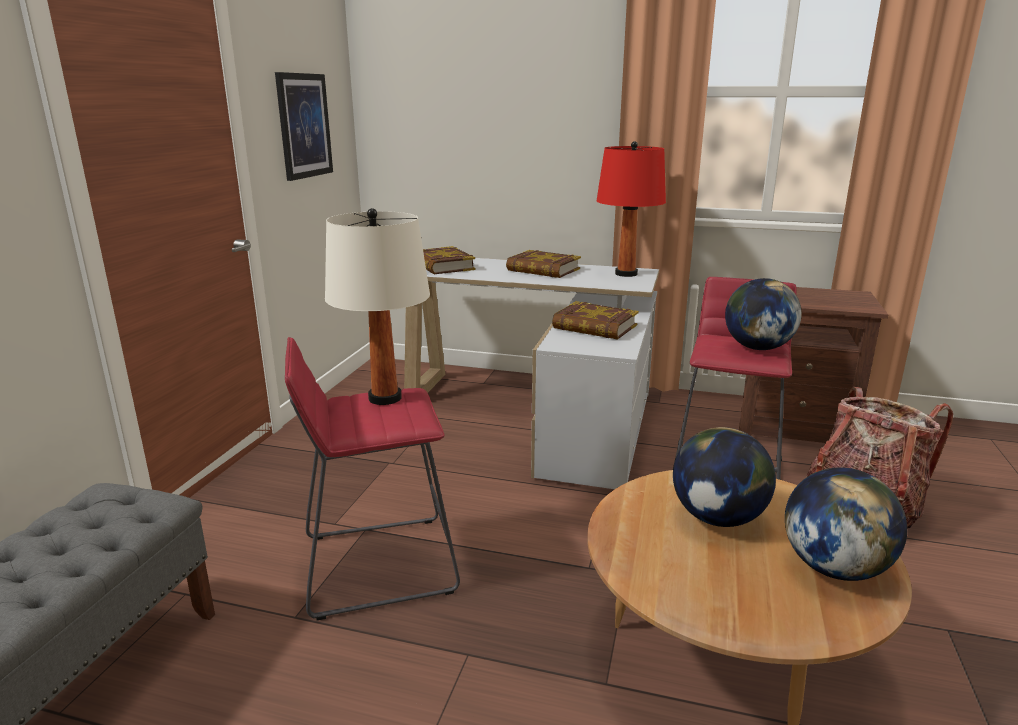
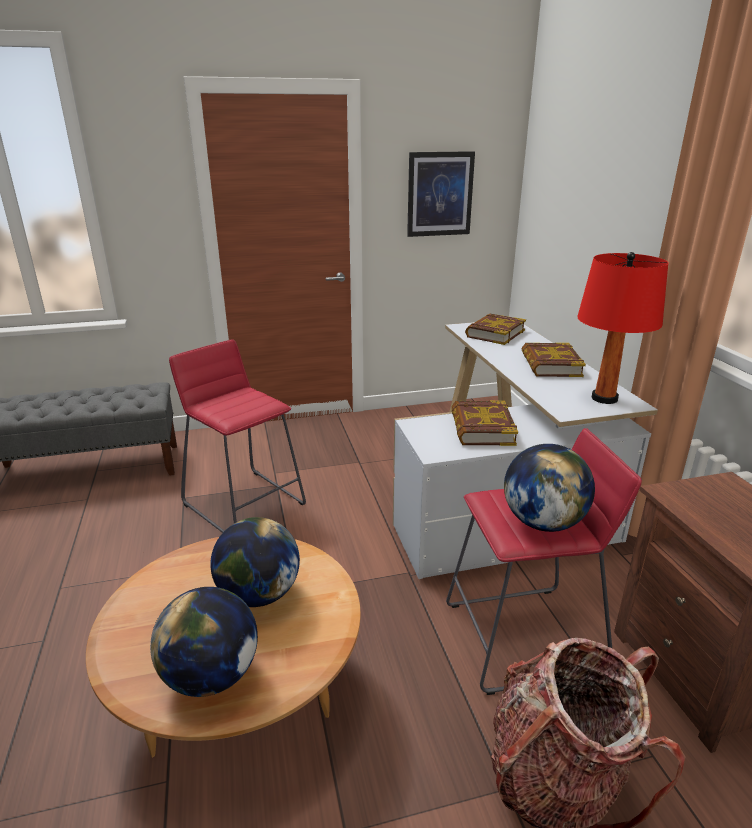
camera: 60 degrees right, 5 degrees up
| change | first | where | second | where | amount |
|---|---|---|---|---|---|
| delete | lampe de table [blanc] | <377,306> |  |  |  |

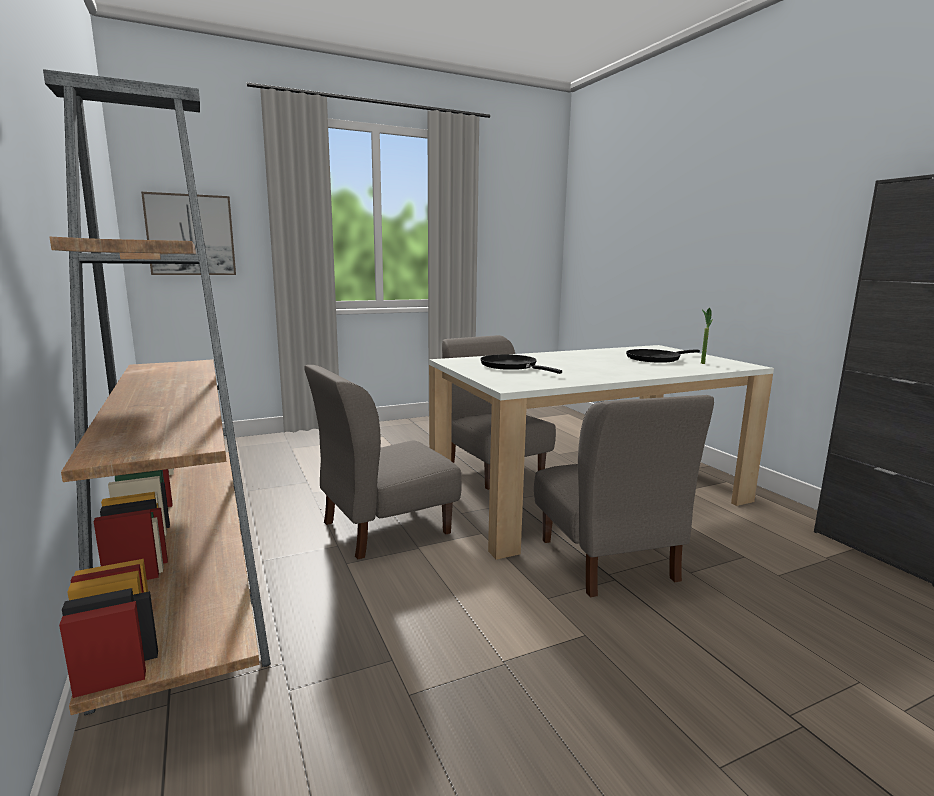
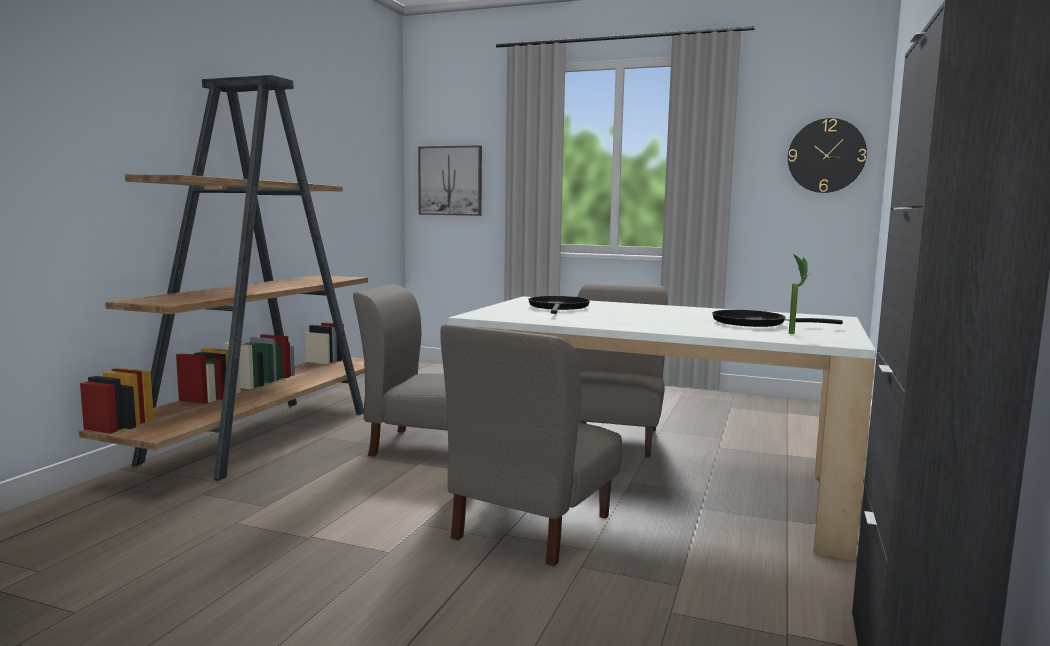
camera: 45 degrees right, 5 degrees down
| change | first | where | second | where | amount |
|---|---|---|---|---|---|
| insert |  |  | horloge murale | <827,155> |  |

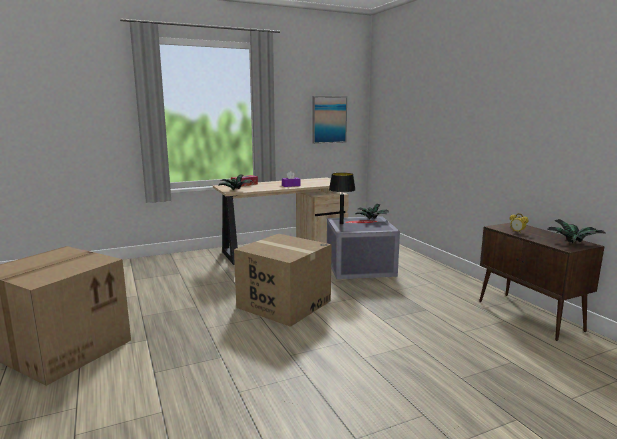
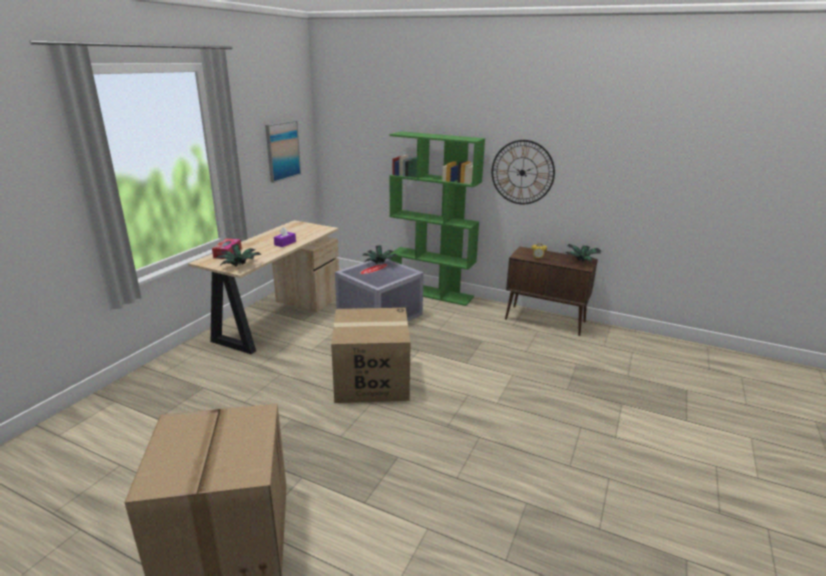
camera: 40 degrees left, 10 degrees up
| change | first | where | second | where | amount |
|---|---|---|---|---|---|
| insert |  |  | bibliothèque [vert] | <437,218> |  |
| insert |  |  | horloge murale | <523,172> |  |
| delete | lampe de table [noir] | <342,198> |  |  |  |

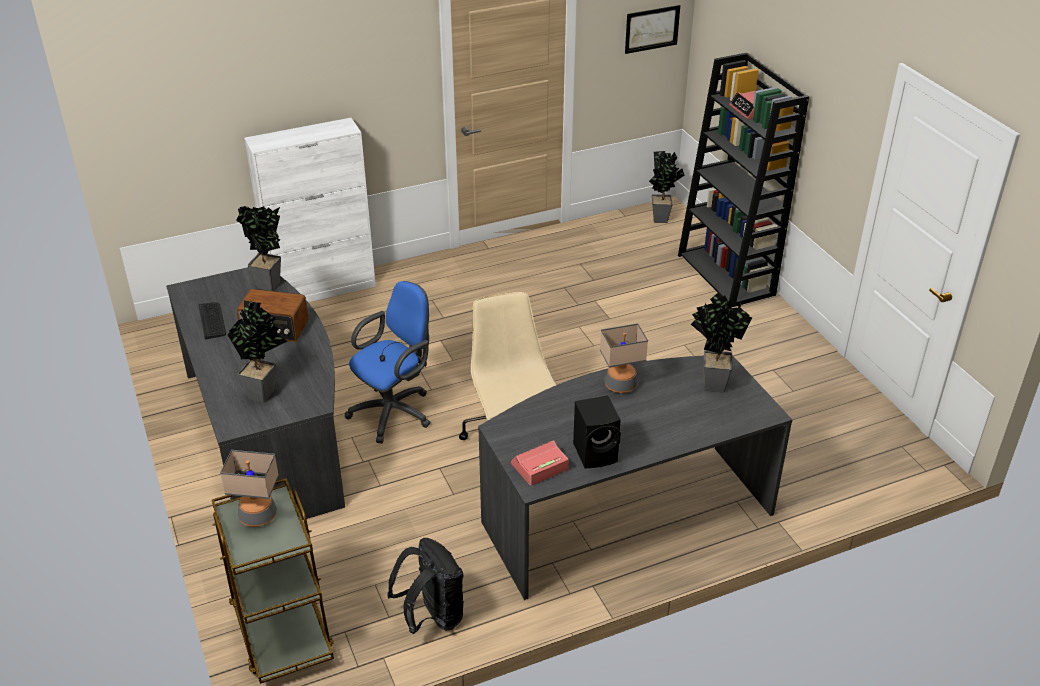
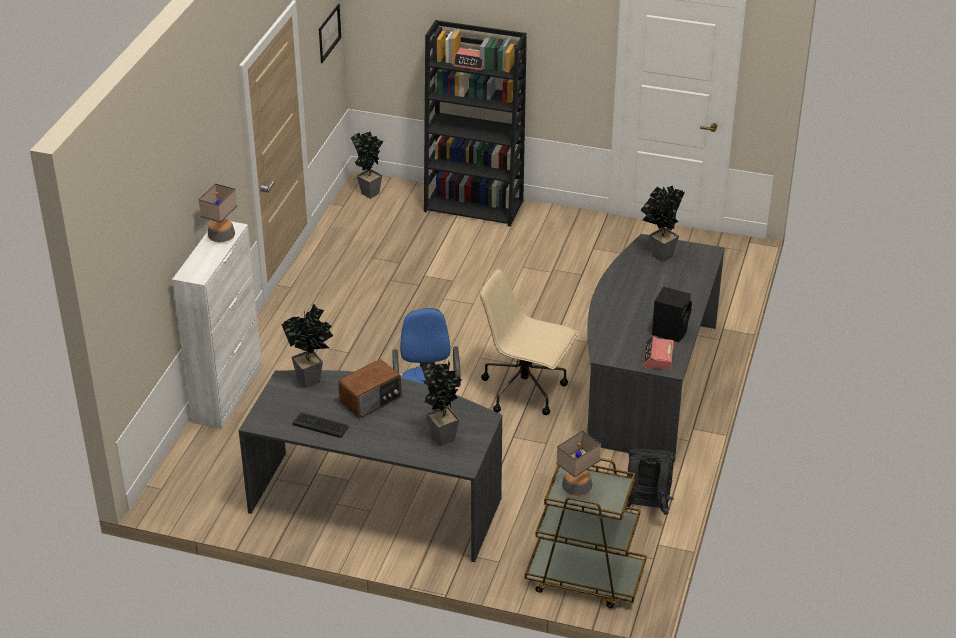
camera: 50 degrees left, 0 degrees up
| change | first | where | second | where | amount |
|---|---|---|---|---|---|
| move | lampe de table | <624,358> |  | <217,213> |  |

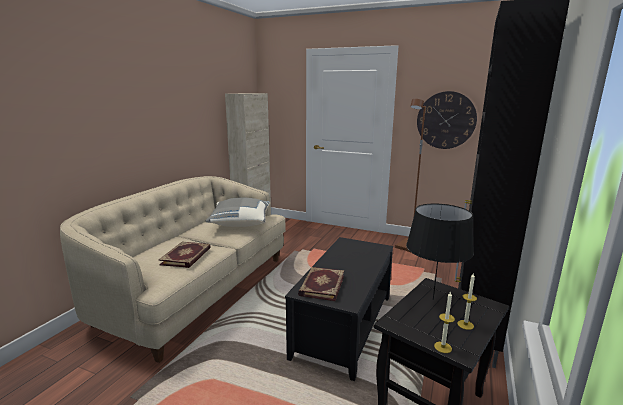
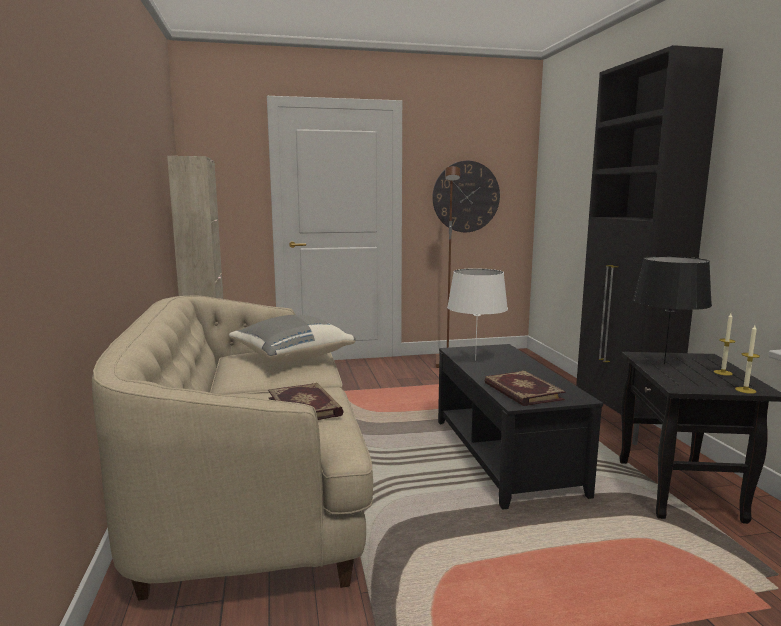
camera: 35 degrees left, 5 degrees down
| change | first | where | second | where | amount |
|---|---|---|---|---|---|
| insert |  |  | lampe de table [blanc] | <477,314> |  |

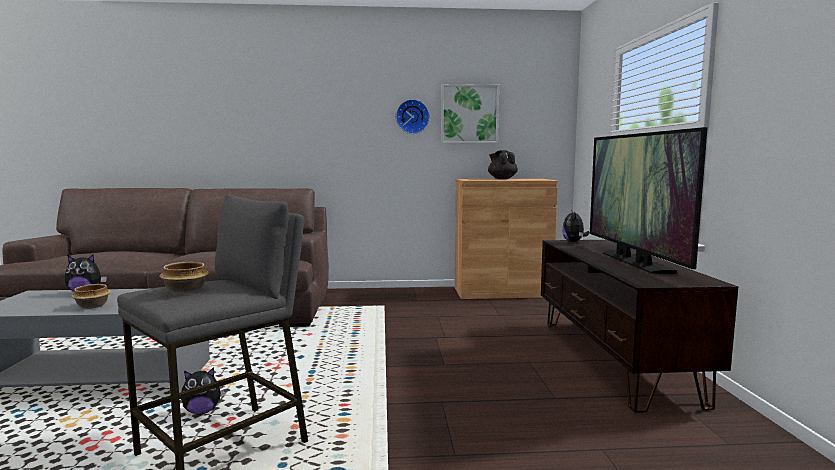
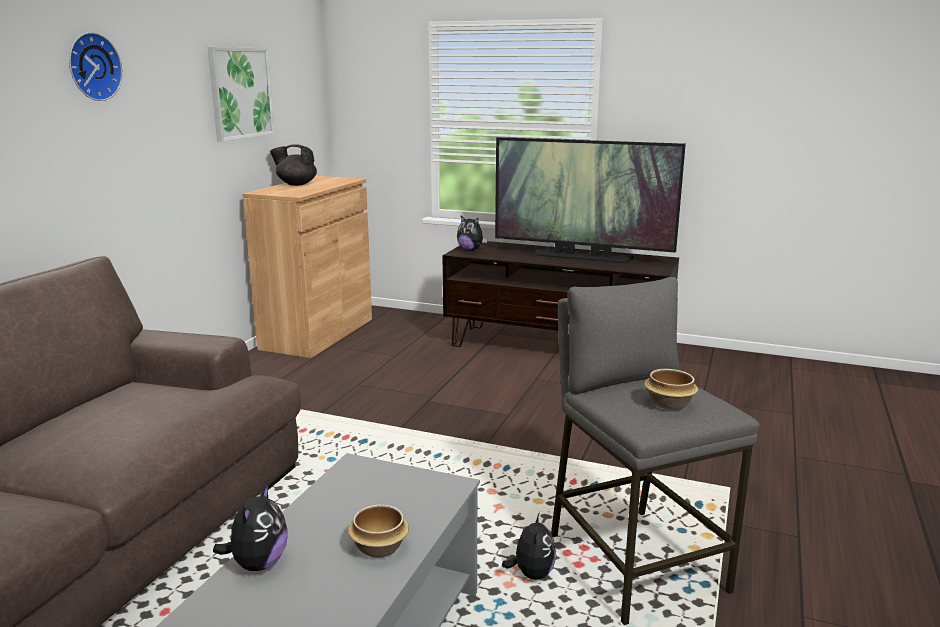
camera: 65 degrees left, 10 degrees up
| change | first | where | second | where | amount |
|---|---|---|---|---|---|
| move | horloge murale | <413,116> |  | <96,66> |  |

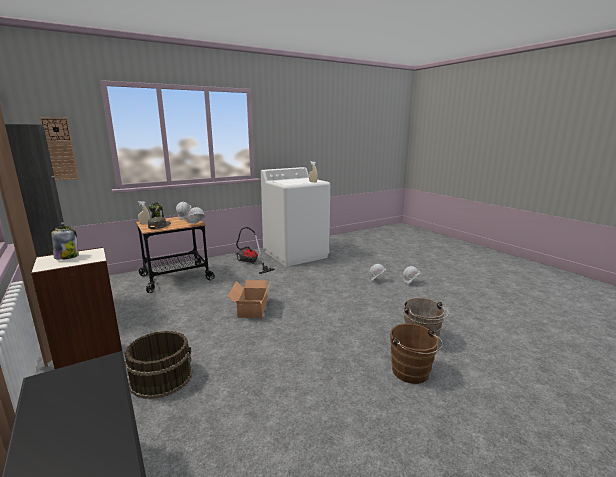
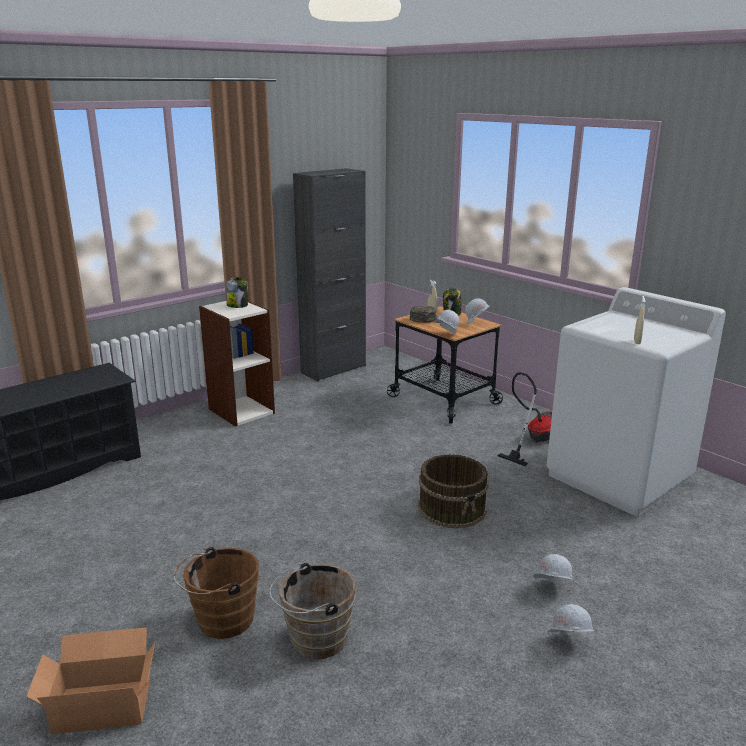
camera: 80 degrees right, 5 degrees up
| change | first | where | second | where | amount |
|---|---|---|---|---|---|
| move | carton | <249,299> |  | <90,681> |  |
| move | seau [marron] | <158,365> |  | <453,491> |  |
| delete | horloge murale | <59,149> |  |  |  |

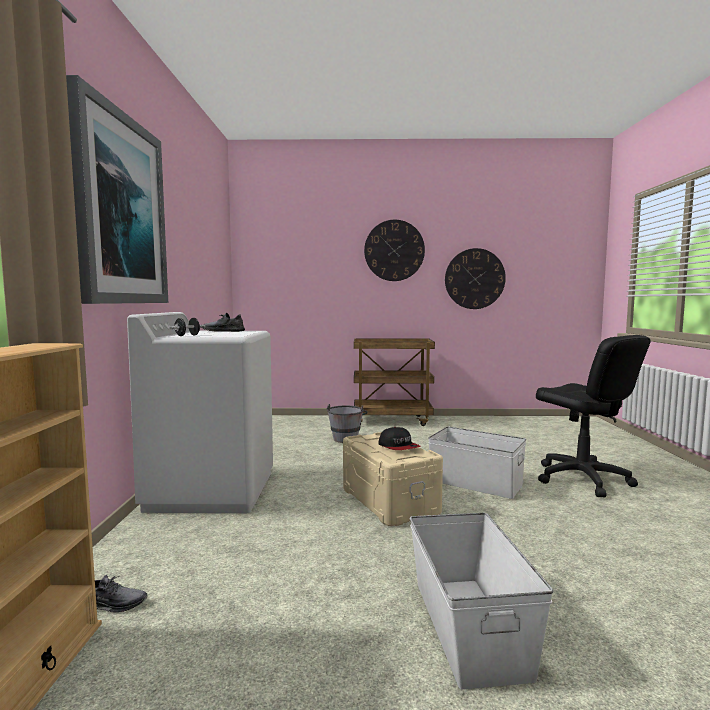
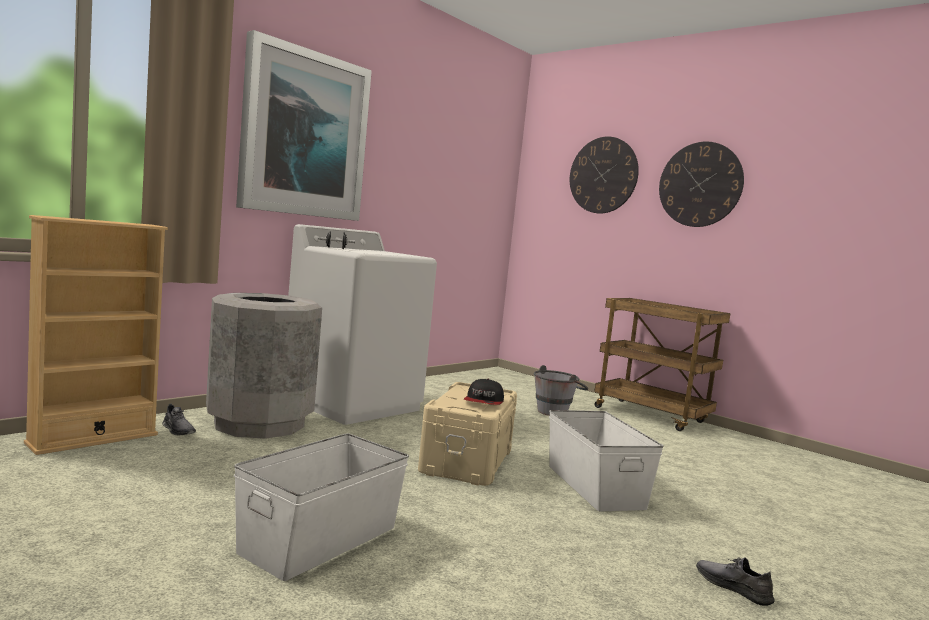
camera: 40 degrees right, 0 degrees up
| change | first | where | second | where | amount |
|---|---|---|---|---|---|
| insert |  |  | poubelle [gris] | <264,366> |  |
| move | horloge murale | <475,278> |  | <604,175> |  |
| move | chaussure [gris] | <224,322> |  | <735,581> |  |
| delete | chaise de bureau [noir] | <593,416> |  |  |  |

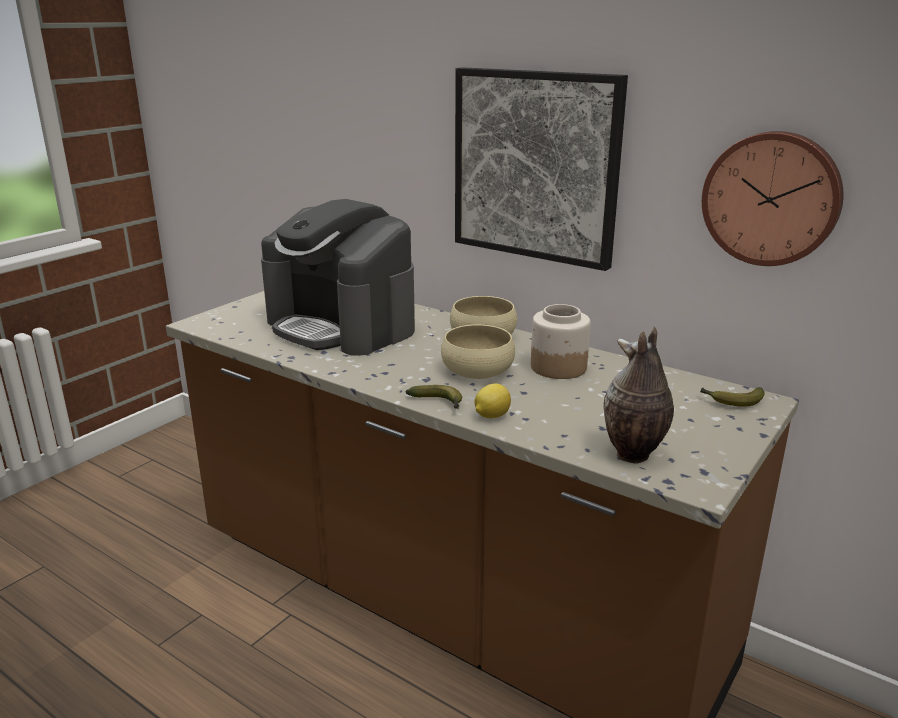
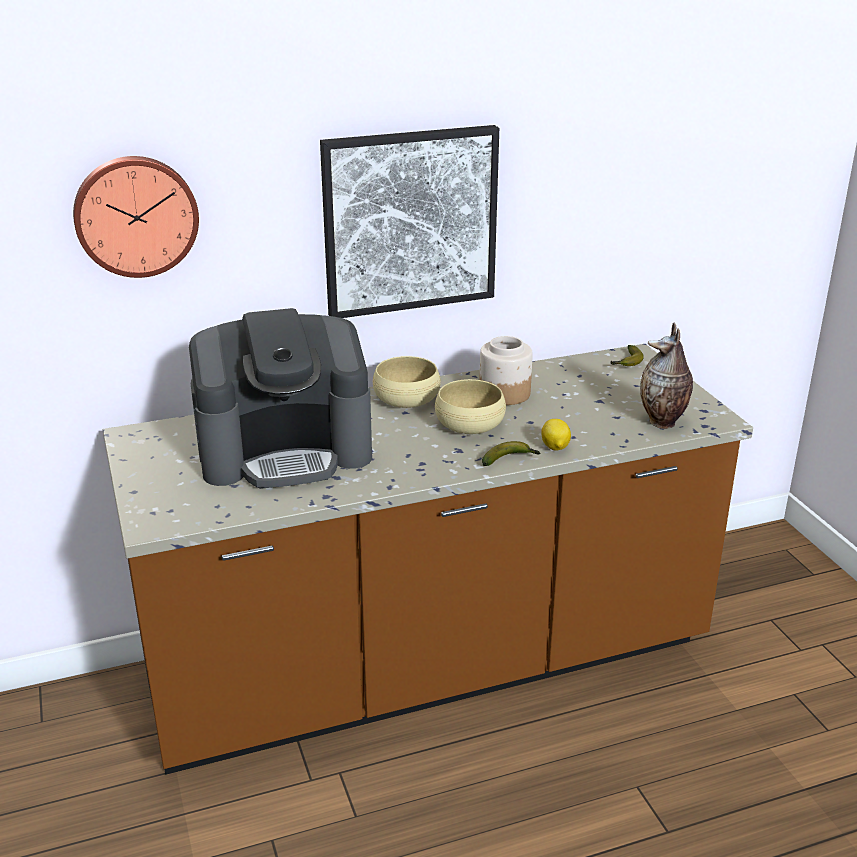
camera: 55 degrees left, 5 degrees up
| change | first | where | second | where | amount |
|---|---|---|---|---|---|
| move | horloge murale | <773,198> |  | <136,217> |  |

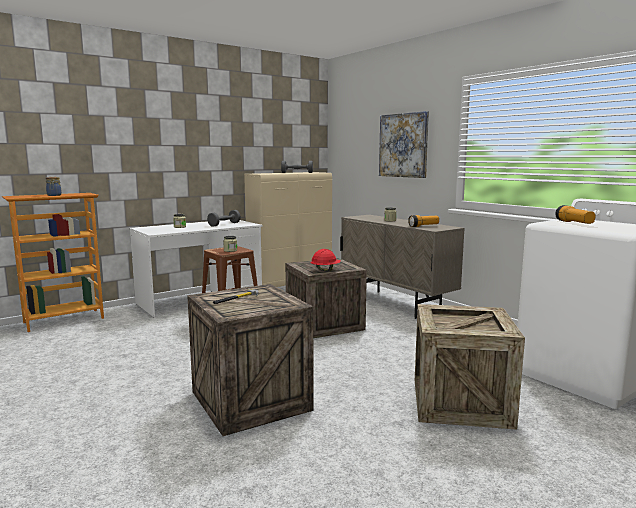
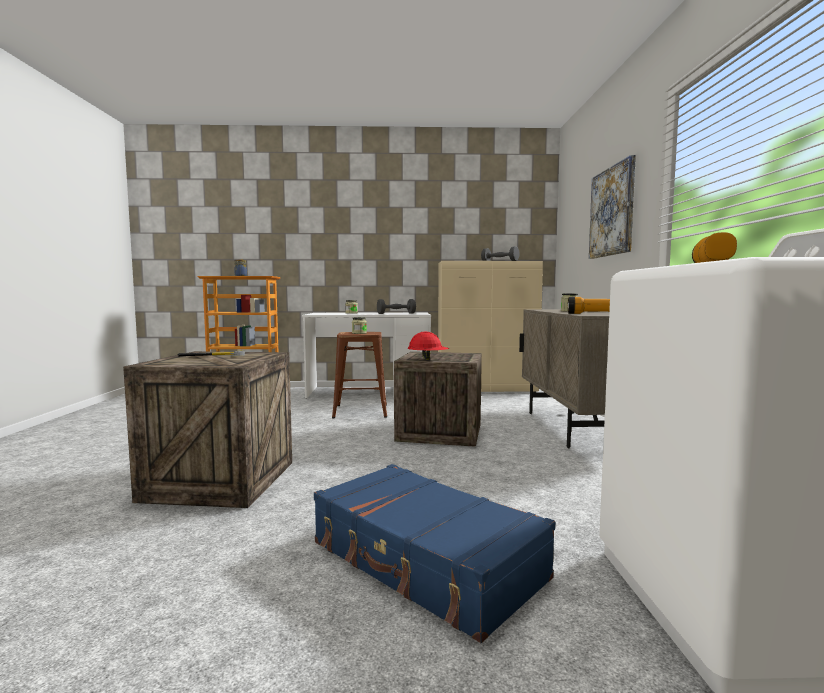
camera: 35 degrees right, 5 degrees down
| change | first | where | second | where | amount |
|---|---|---|---|---|---|
| replace | caisse | <470,367> | valise [bleu] | <434,553> |  |

